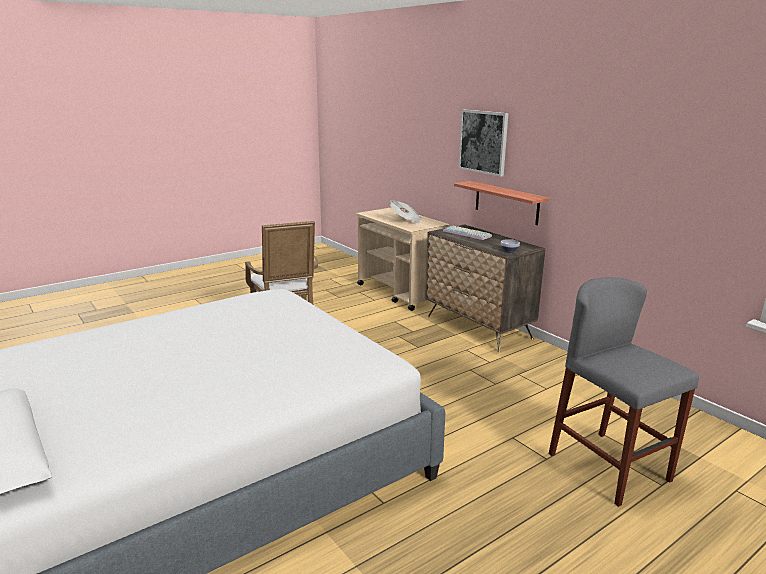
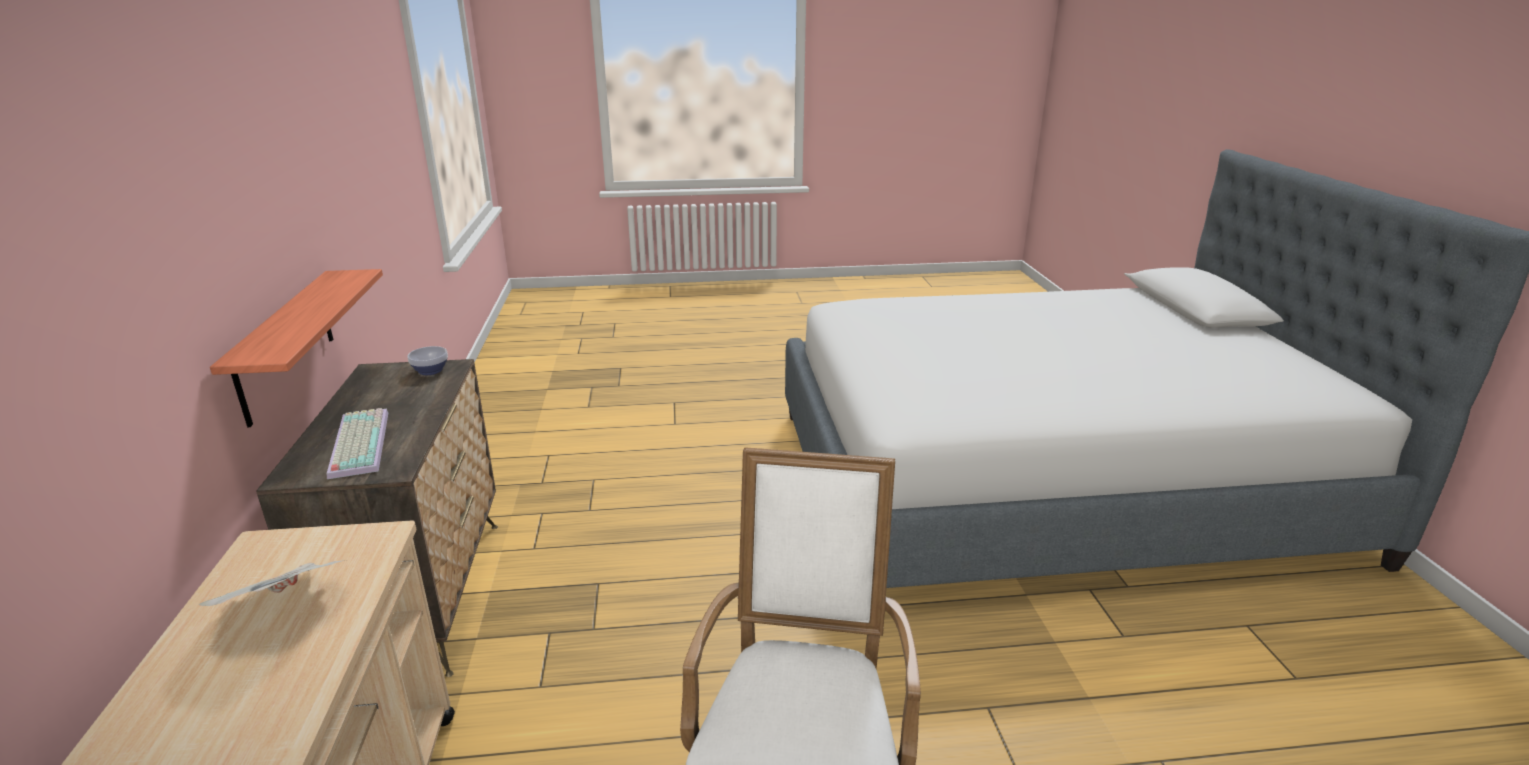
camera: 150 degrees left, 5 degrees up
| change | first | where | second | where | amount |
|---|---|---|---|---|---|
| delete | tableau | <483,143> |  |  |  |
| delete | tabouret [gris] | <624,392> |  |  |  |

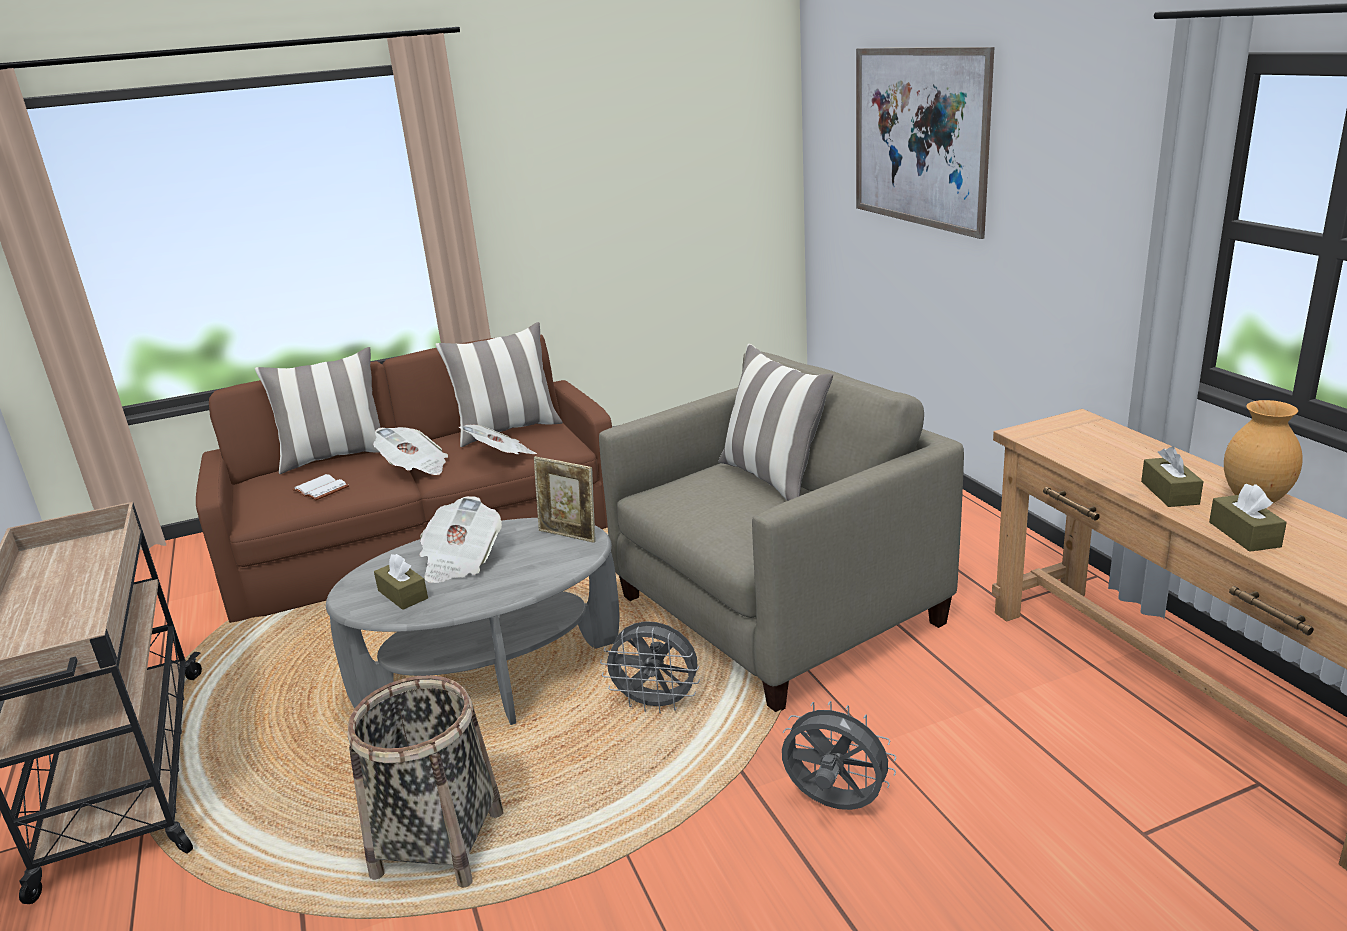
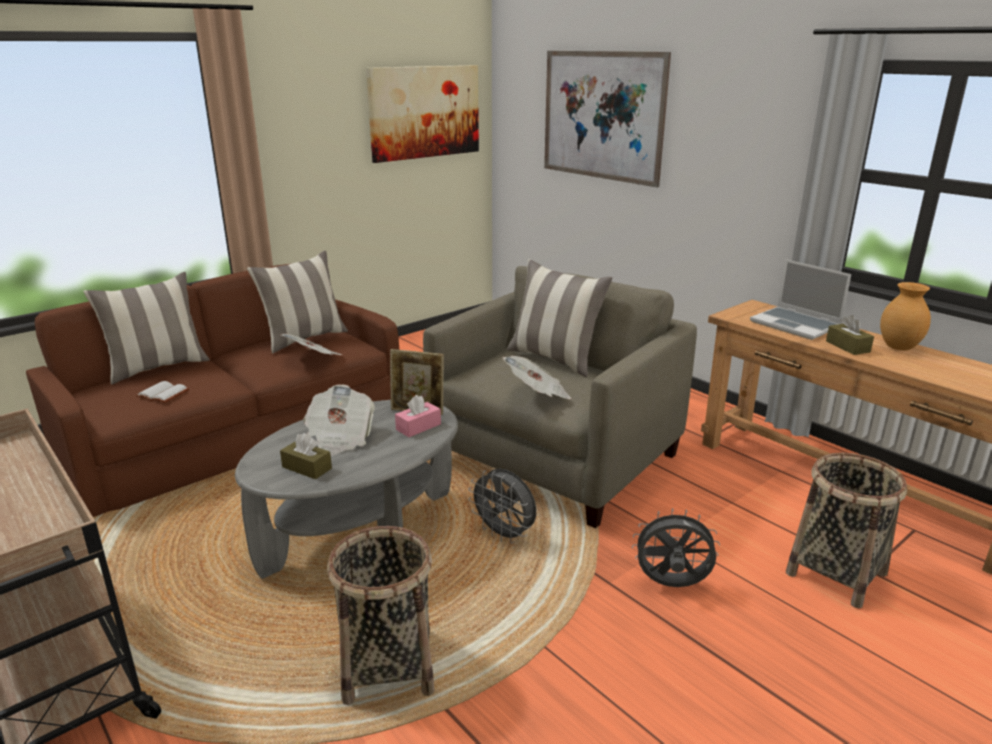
camera: 20 degrees left, 0 degrees up
| change | first | where | second | where | amount |
|---|---|---|---|---|---|
| insert |  |  | tableau | <422,114> |  |
| insert |  |  | boîte à mouchoirs [rose] | <418,416> |  |
| rotate | ventilateur [gris] | <650,667> |  | <502,506> | 45 degrees clockwise |
| move | journal | <410,451> |  | <537,377> |  |
| insert |  |  | ordinateur portable | <800,299> |  |
| insert |  |  | panier | <846,530> |  |
| delete | boîte à mouchoirs [marron] | <1248,518> |  |  |  |

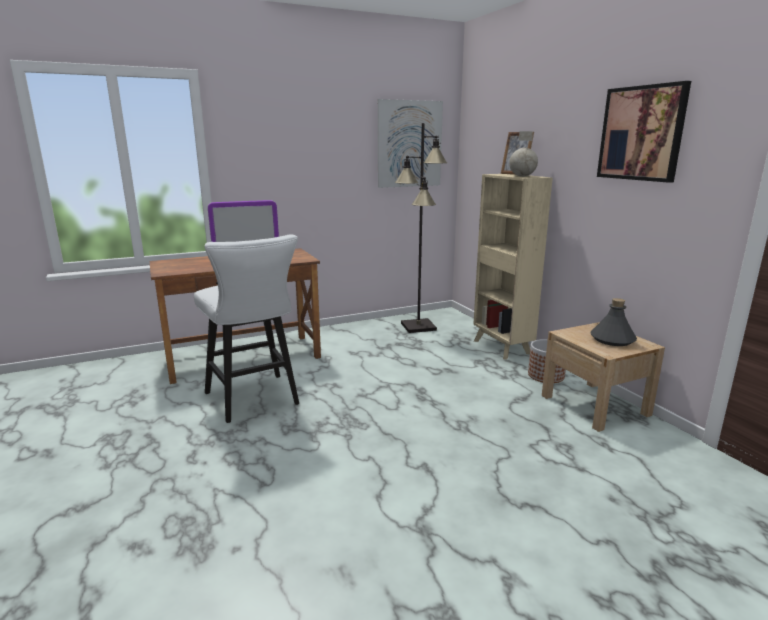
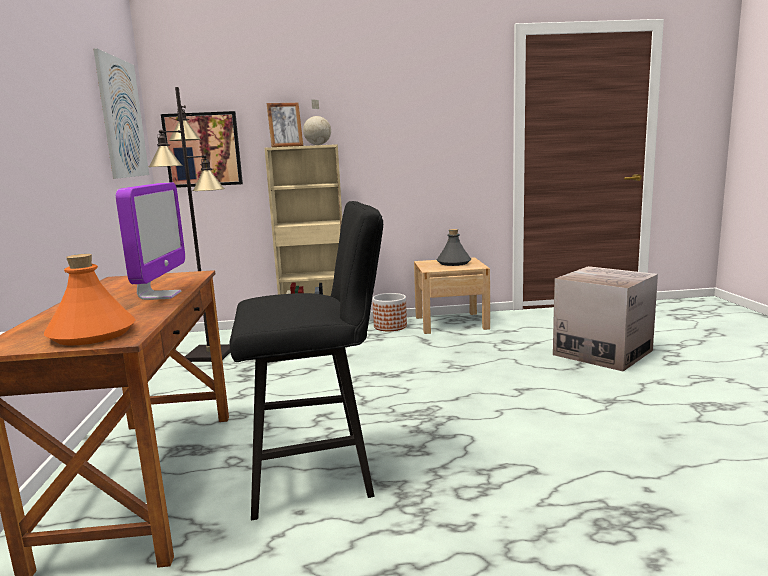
camera: 70 degrees left, 5 degrees down
| change | first | where | second | where | amount |
|---|---|---|---|---|---|
| insert |  |  | bouteille [orange] | <90,299> |  |
| move | tableau | <644,132> |  | <202,149> |  |
| recolor | tabouret [blanc] | <246,328> | tabouret [noir] | <306,360> |  |
| insert |  |  | carton | <605,318> |  |

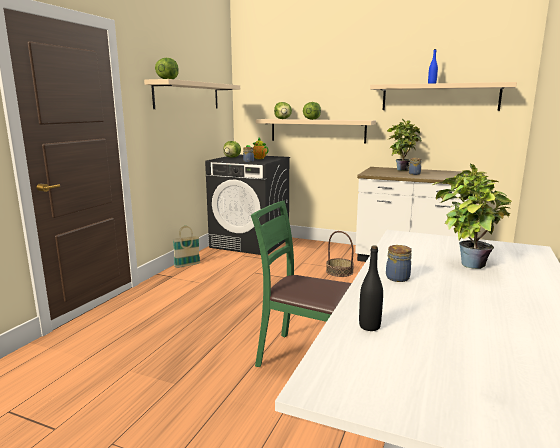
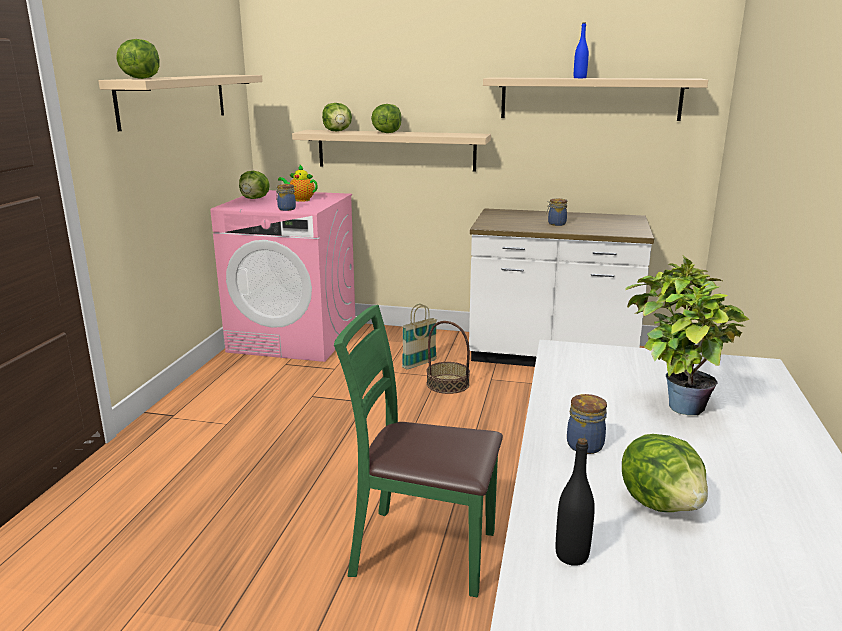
camera: 10 degrees left, 5 degrees up
| change | first | where | second | where | amount |
|---|---|---|---|---|---|
| recolor | lave-linge [noir] | <247,205> | lave-linge [rose] | <282,276> |  |
| move | panier | <186,247> |  | <419,336> |  |
| insert |  |  | laitue | <665,473> |  |
| delete | plante en pot | <404,145> |  |  |  |

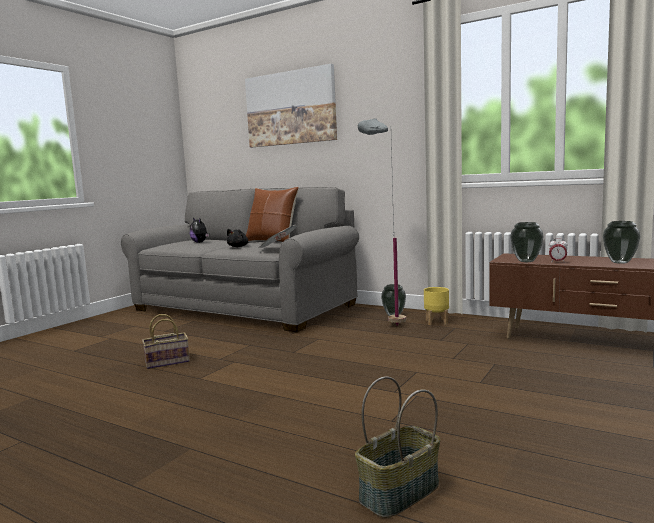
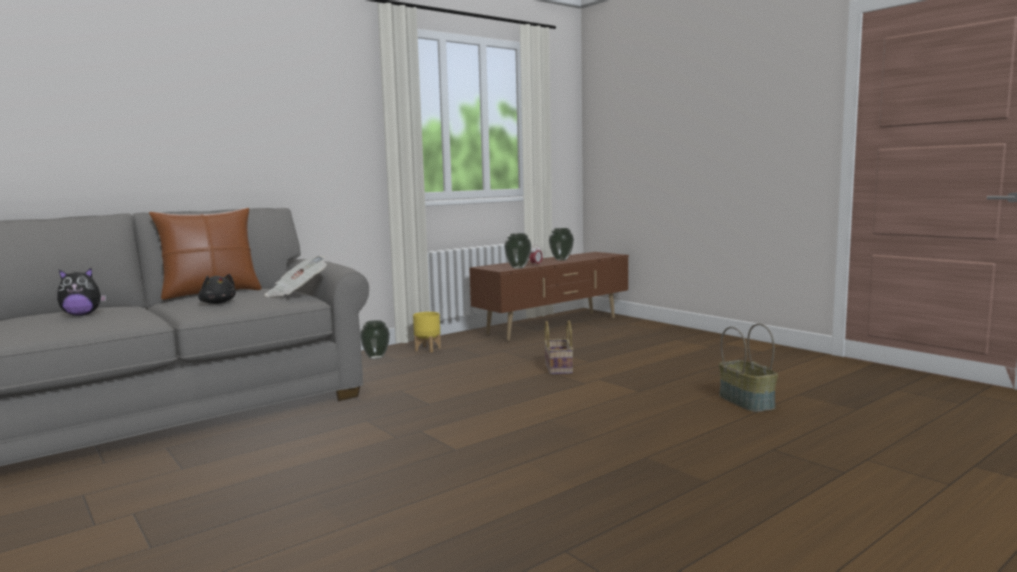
camera: 70 degrees left, 0 degrees up
| change | first | where | second | where | amount |
|---|---|---|---|---|---|
| move | panier | <166,341> |  | <558,347> |  |
| delete | tableau | <291,105> |  |  |  |
| delete | lampadaire [gris] | <382,222> |  |  |  |

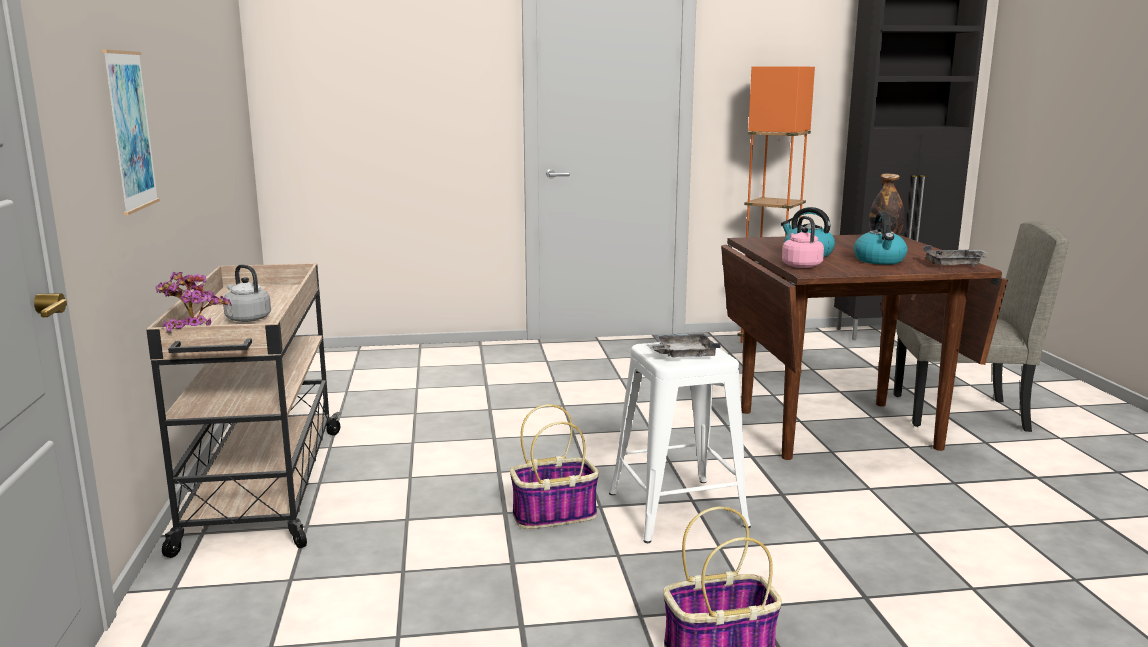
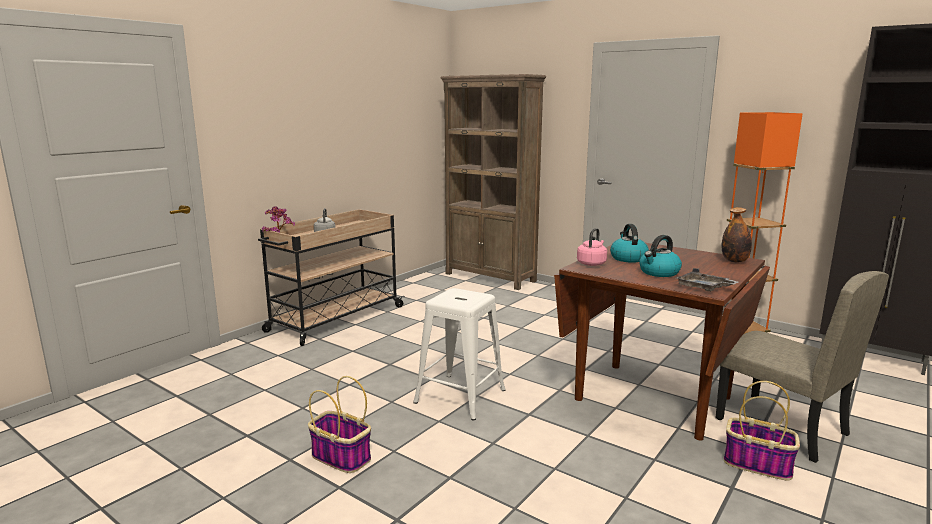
camera: 45 degrees right, 0 degrees up
| change | first | where | second | where | amount |
|---|---|---|---|---|---|
| insert |  |  | bibliothèque [marron] | <493,182> |  |
| move | panier | <554,466> |  | <762,431> |  |
| delete | tableau | <131,132> |  |  |  |
| delete | plateau [gris] | <683,345> |  |  |  |

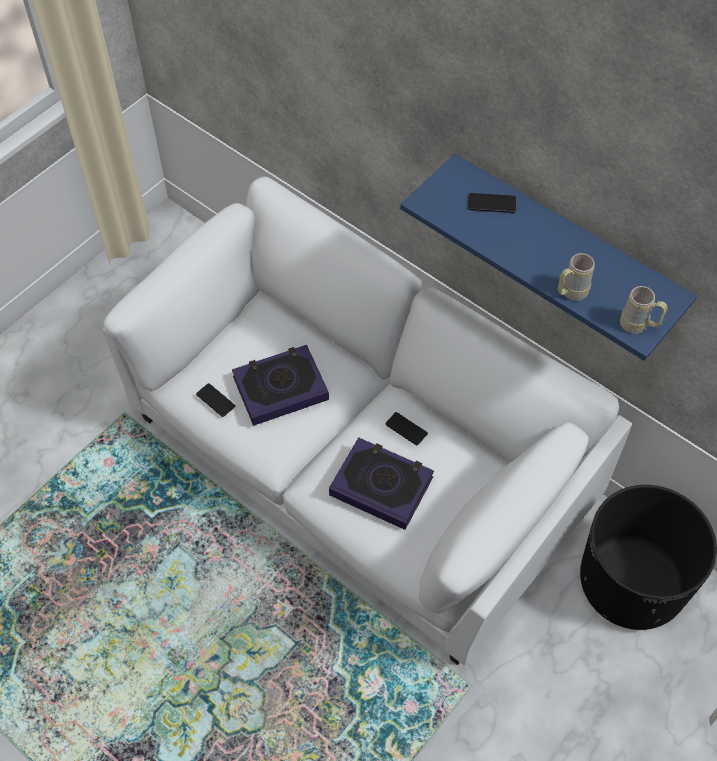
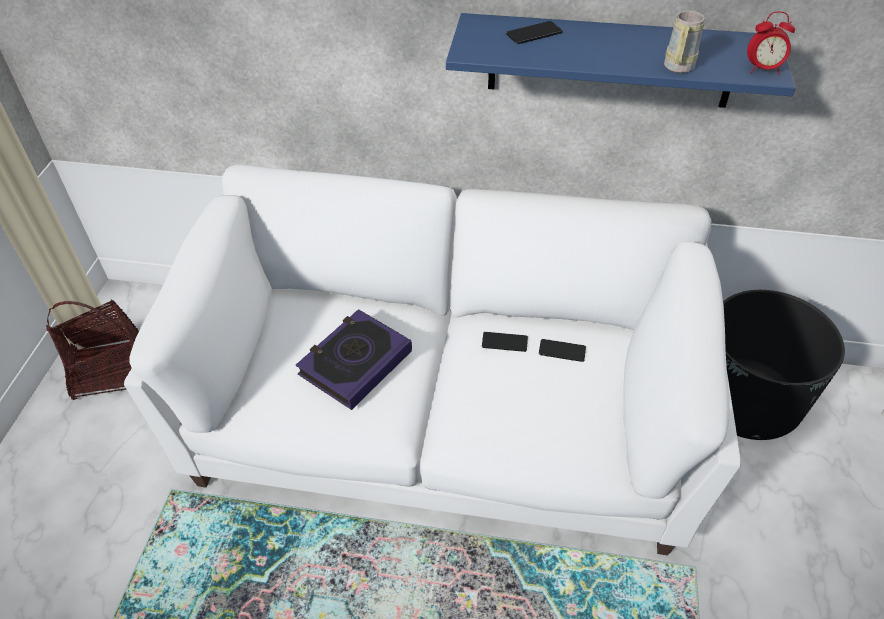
camera: 30 degrees left, 10 degrees down
| change | first | where | second | where | amount |
|---|---|---|---|---|---|
| insert |  |  | panier | <92,349> |  |
| move | téléphone | <215,400> |  | <562,350> |  |
| replace | mug [beige] | <643,310> | réveil | <771,42> |  |
| delete | livre | <381,483> |  |  |  |

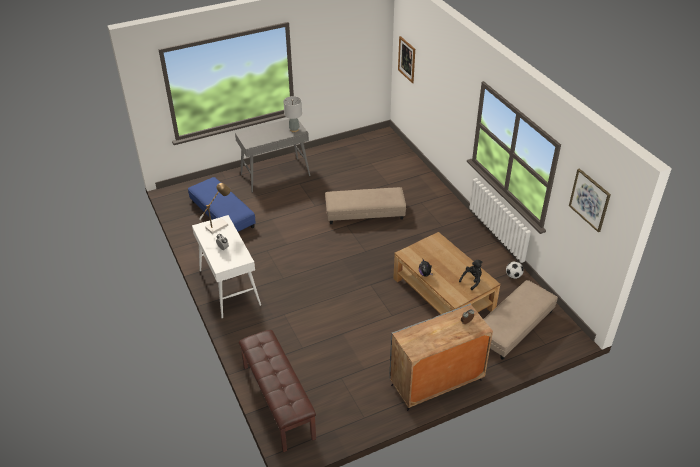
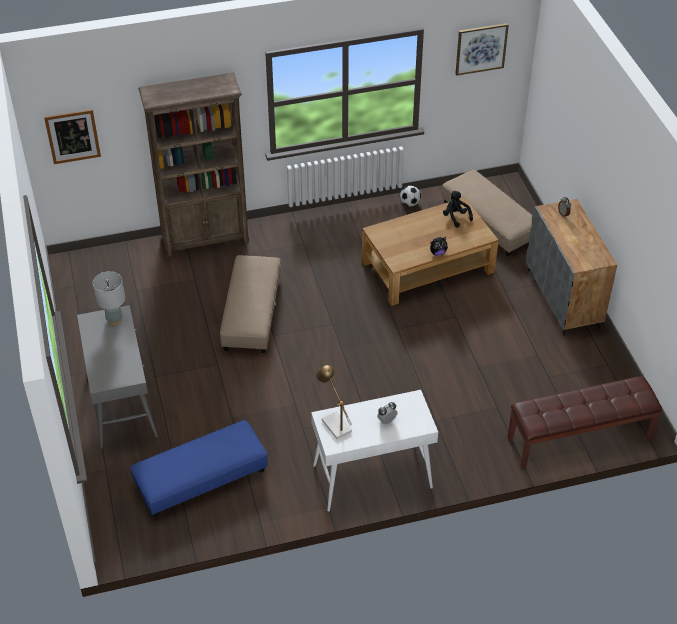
camera: 80 degrees left, 5 degrees up
| change | first | where | second | where | amount |
|---|---|---|---|---|---|
| insert |  |  | bibliothèque [marron] | <194,165> |  |

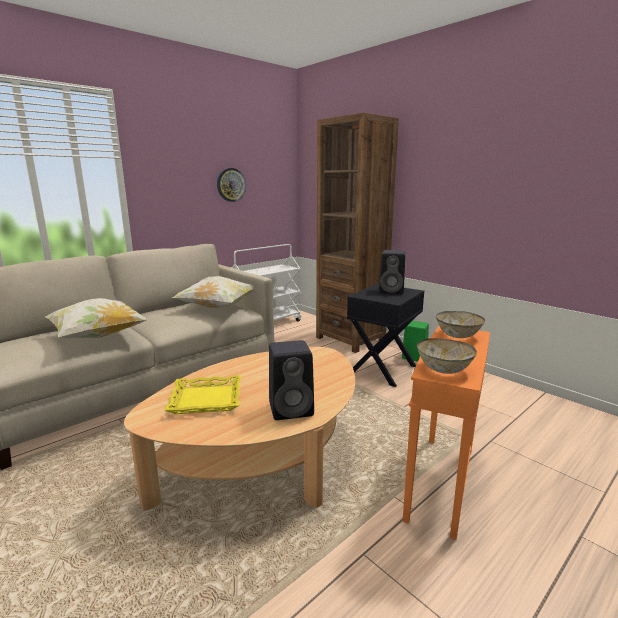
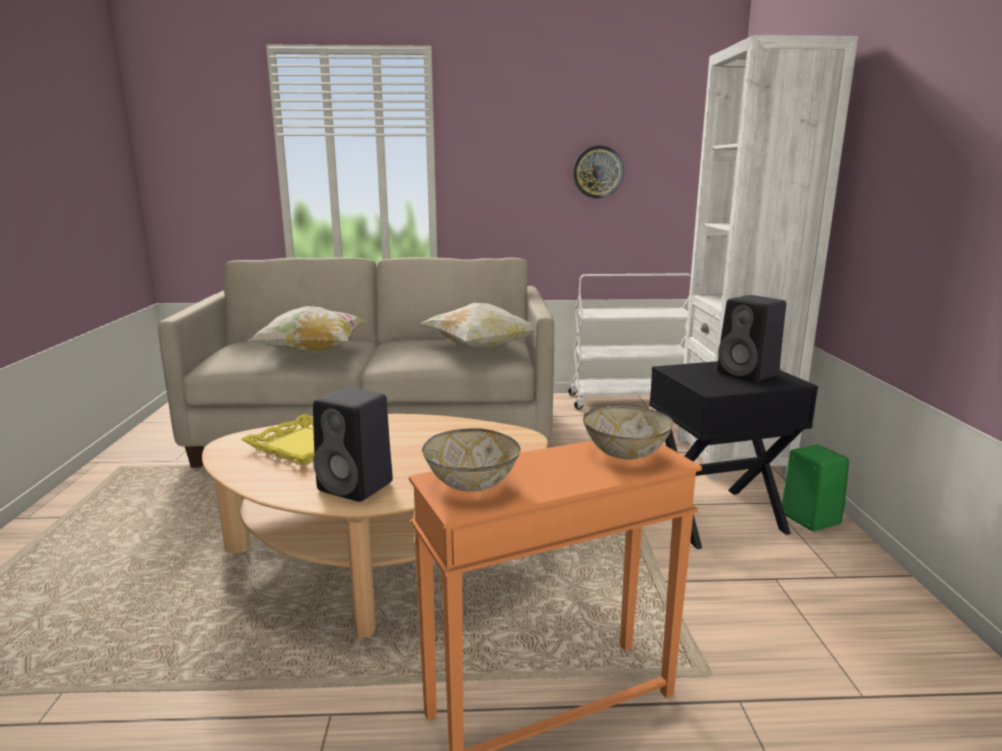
camera: 40 degrees right, 0 degrees up
| change | first | where | second | where | amount |
|---|---|---|---|---|---|
| recolor | bibliothèque [marron] | <357,233> | bibliothèque [blanc] | <767,256> |  |

